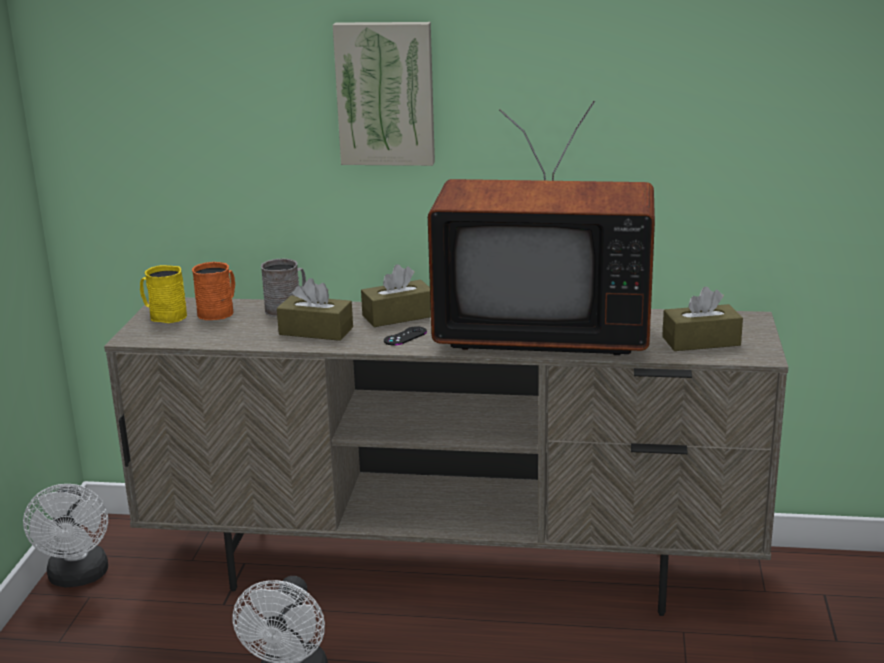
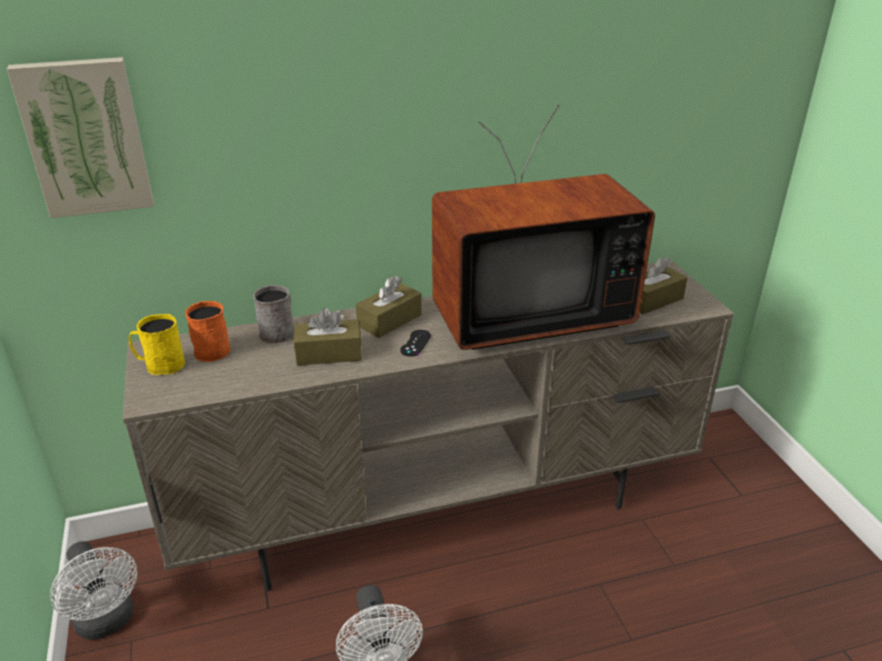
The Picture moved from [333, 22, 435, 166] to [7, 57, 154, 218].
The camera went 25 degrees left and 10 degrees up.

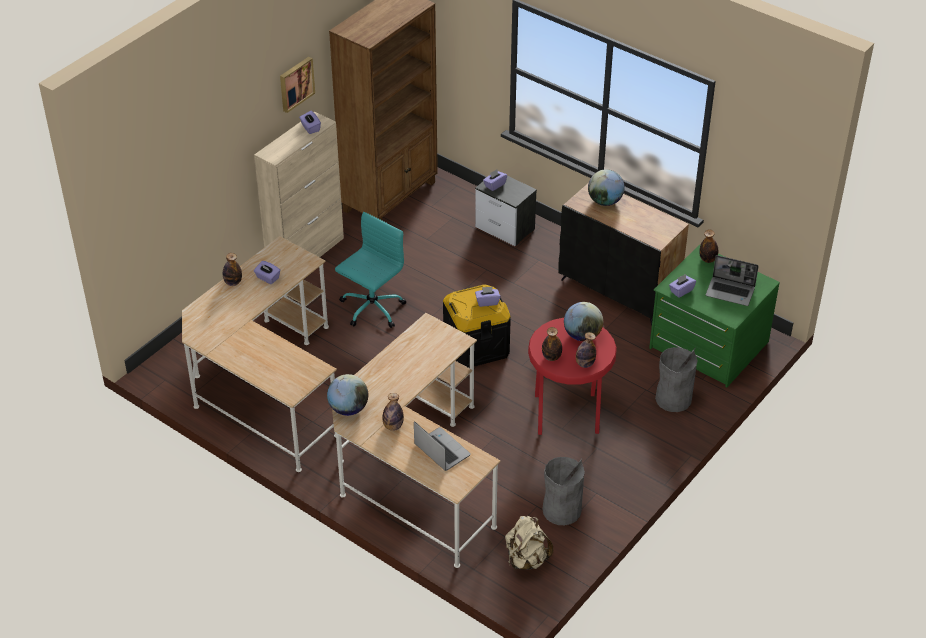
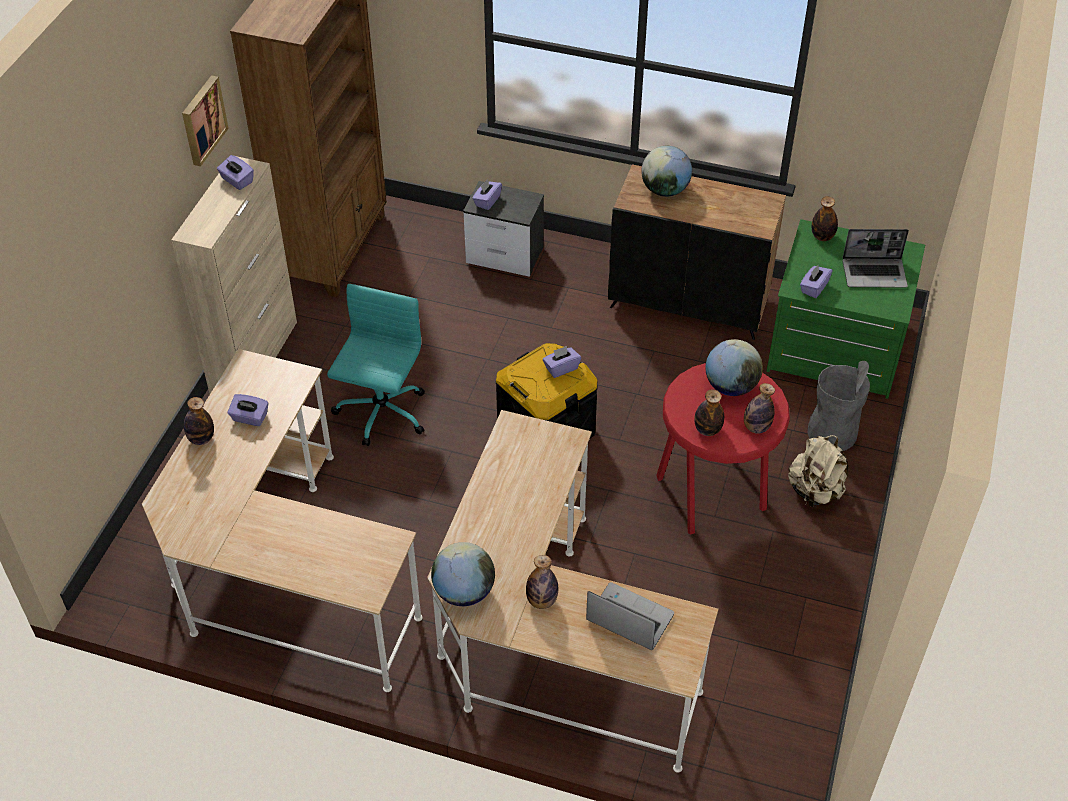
The GreyTrashCan at [542, 457, 585, 525] disappeared.
The BeigeBackpack moved from [505, 516, 553, 570] to [788, 435, 849, 507].
The camera went 20 degrees left and 5 degrees up.

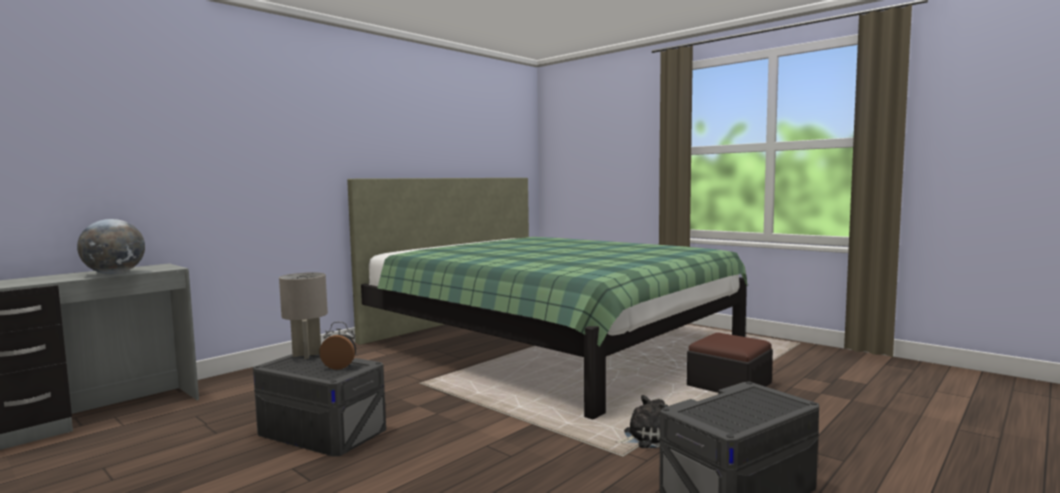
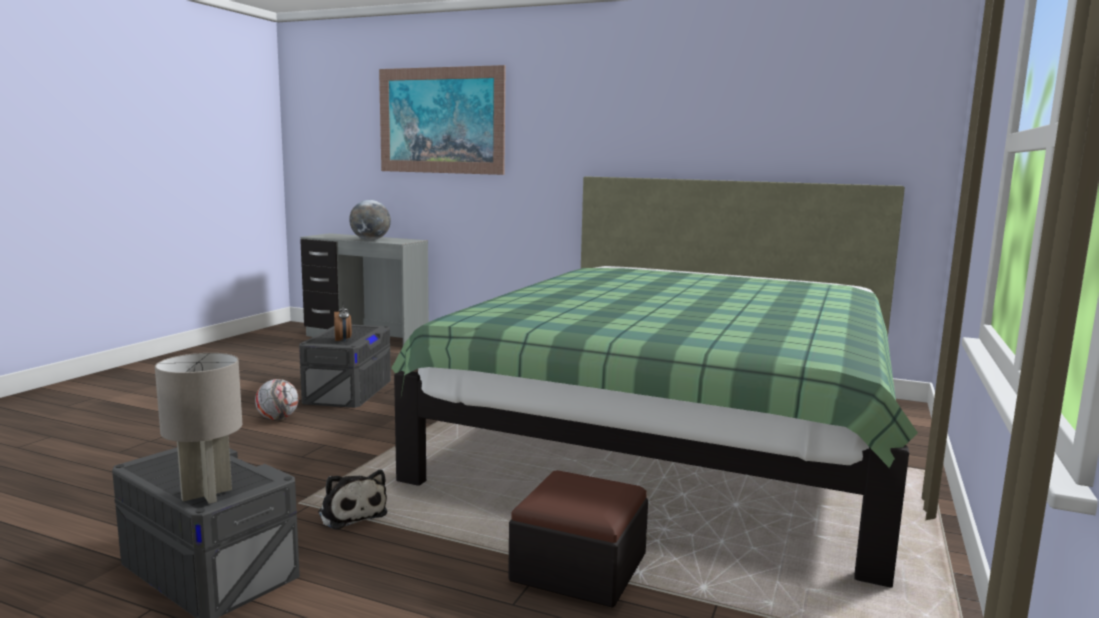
The GreyTableLamp moved from [279, 272, 328, 359] to [155, 353, 242, 504].
The Picture at [379, 65, 506, 175] appeared.
The Football at [255, 379, 299, 420] appeared.
The camera went 70 degrees right and 5 degrees up.

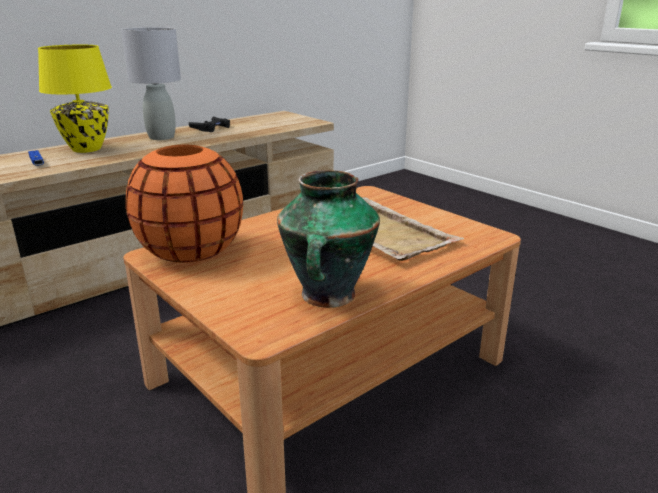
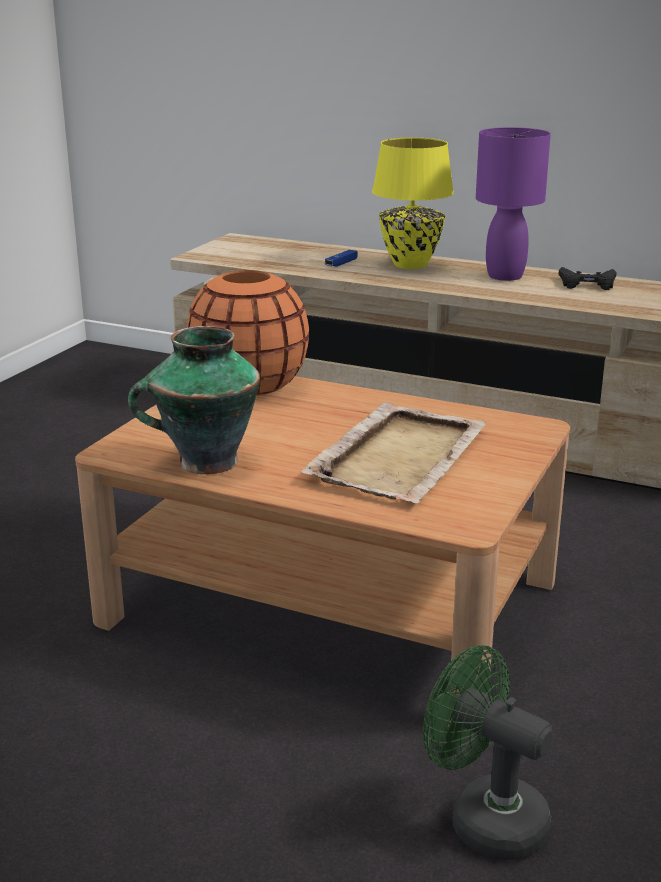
The GreyTableLamp at [121, 27, 181, 140] became the PurpleTableLamp at [476, 127, 551, 281].
The GreenFan at [423, 645, 553, 860] appeared.
The camera went 65 degrees right and 0 degrees up.

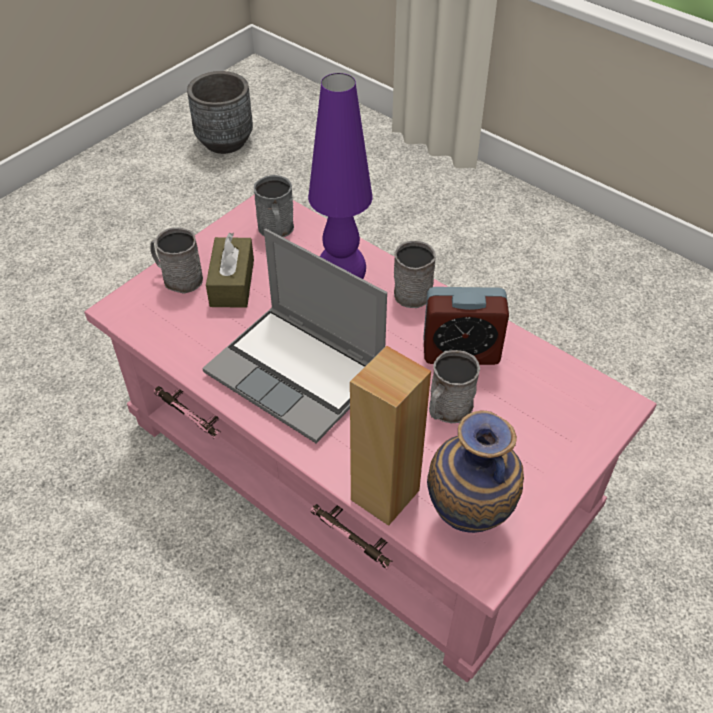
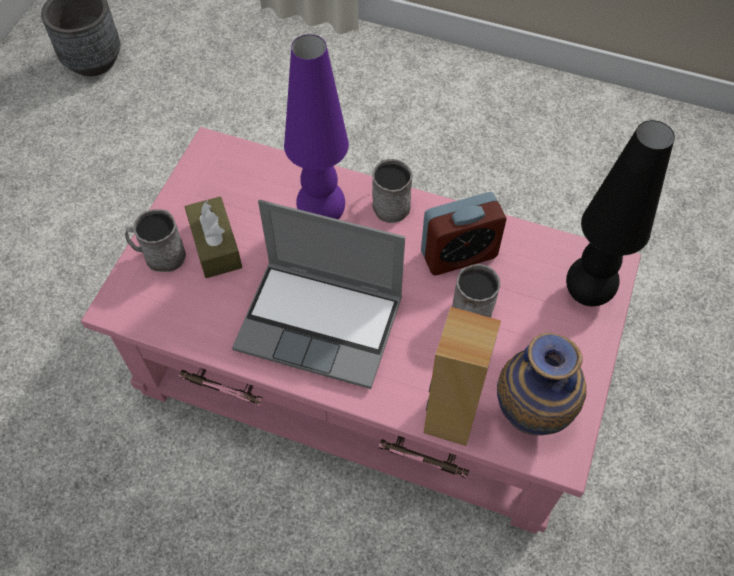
The GreyMug at [254, 175, 294, 237] disappeared.
The BlackTableLamp at [566, 120, 675, 306] appeared.
The camera went 20 degrees left and 10 degrees up.

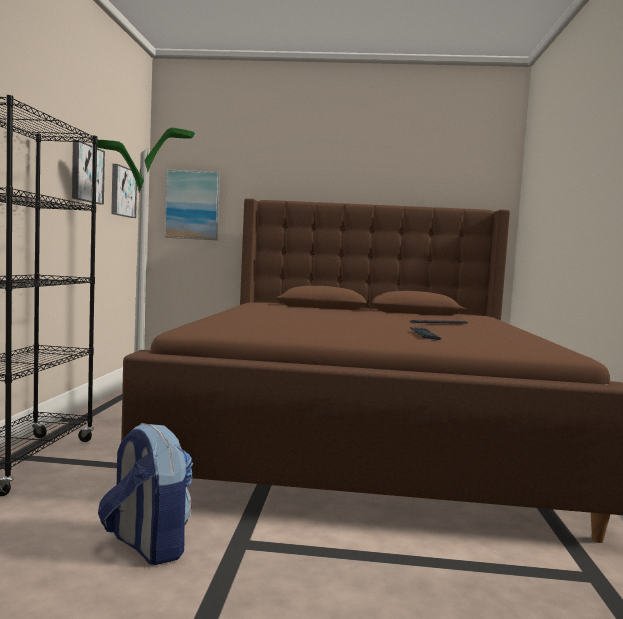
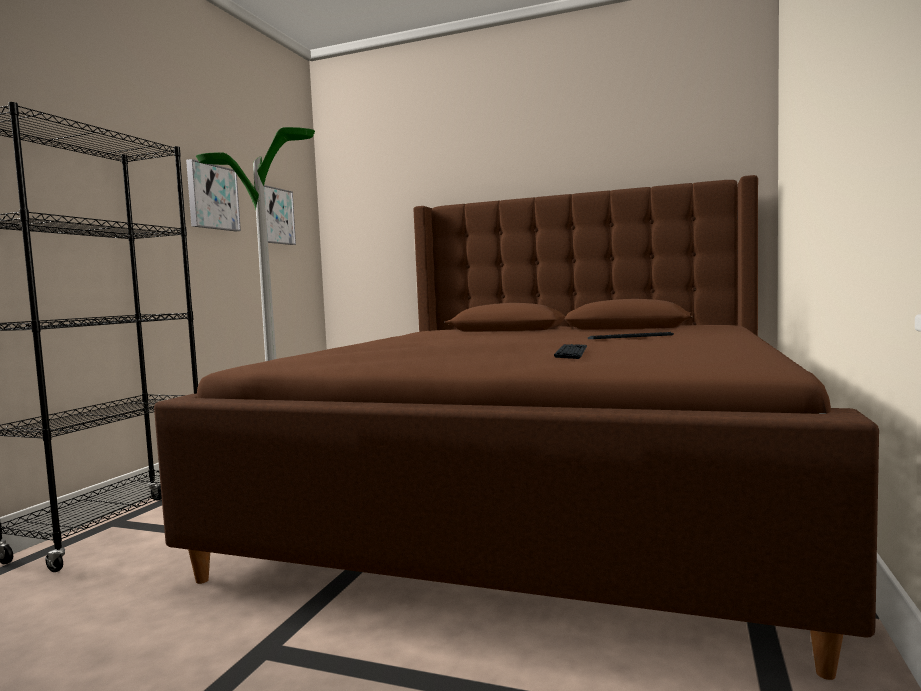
The Picture at [164, 169, 221, 240] disappeared.
The Backpack at [98, 423, 193, 565] disappeared.
The camera went 15 degrees right and 0 degrees up.

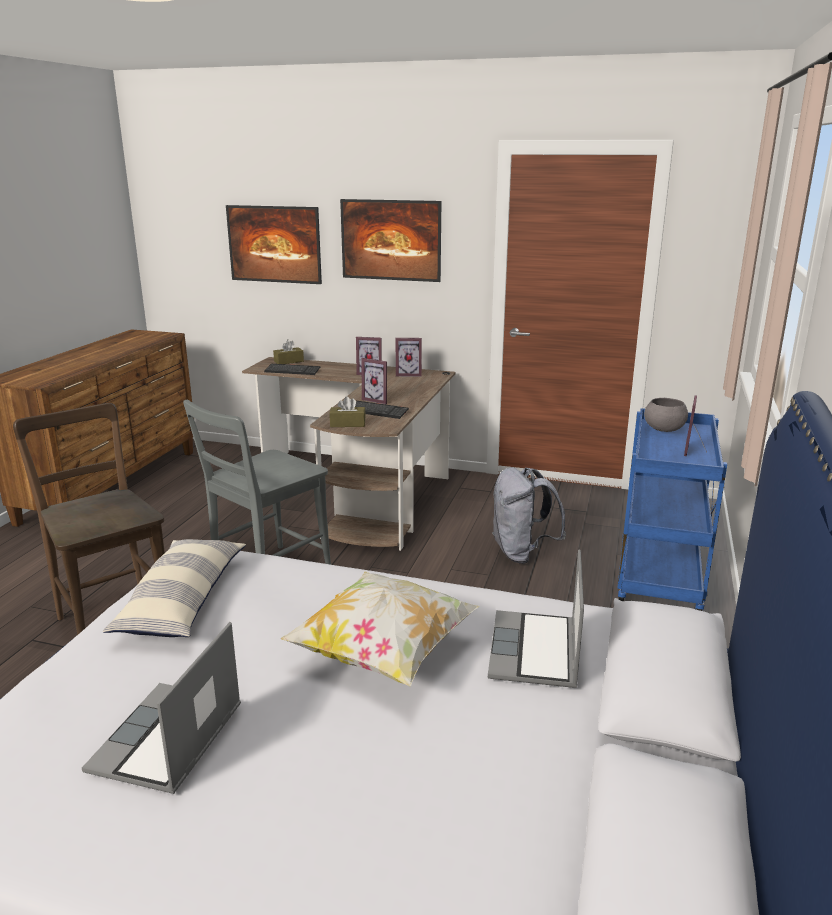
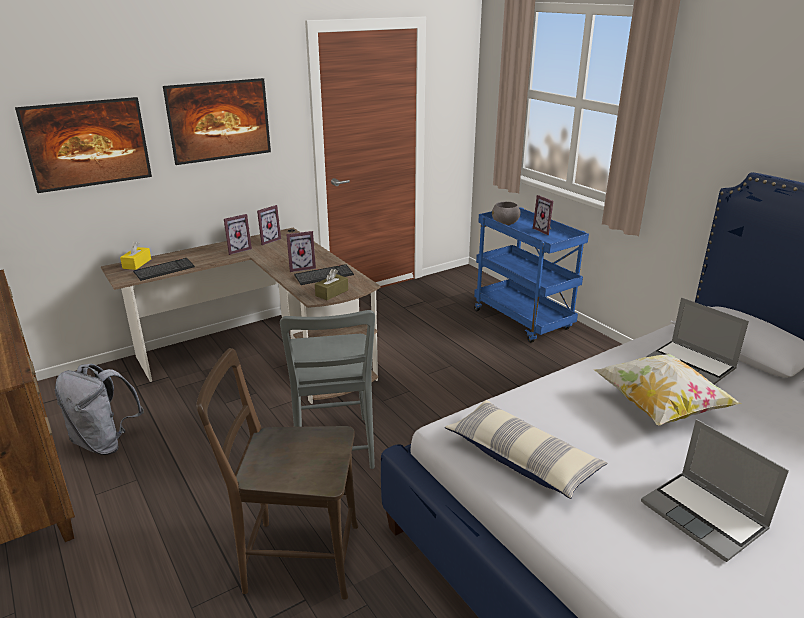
The BrownTissueBox at [273, 339, 304, 364] became the YellowTissueBox at [120, 241, 151, 270].
The GreyBackpack moved from [492, 467, 566, 564] to [55, 364, 144, 455].
The camera went 50 degrees left and 5 degrees up.

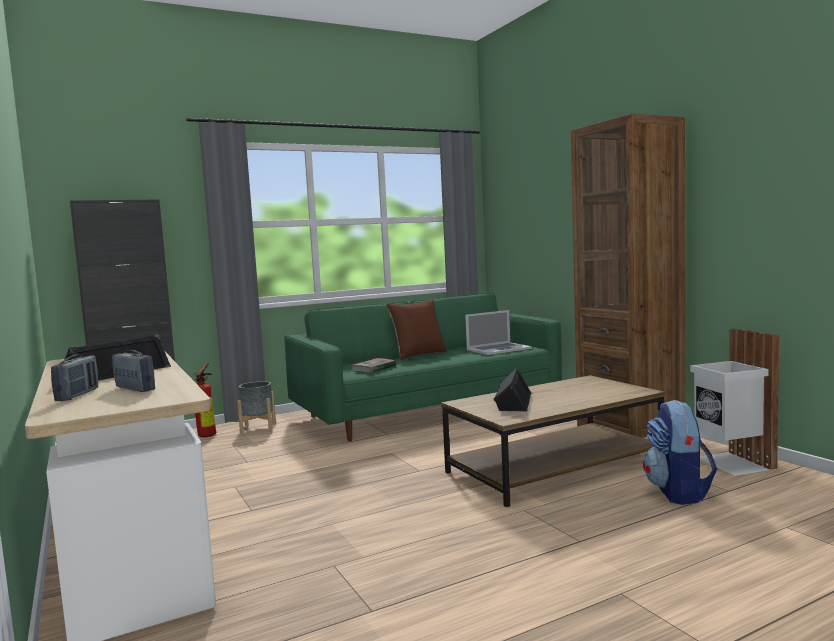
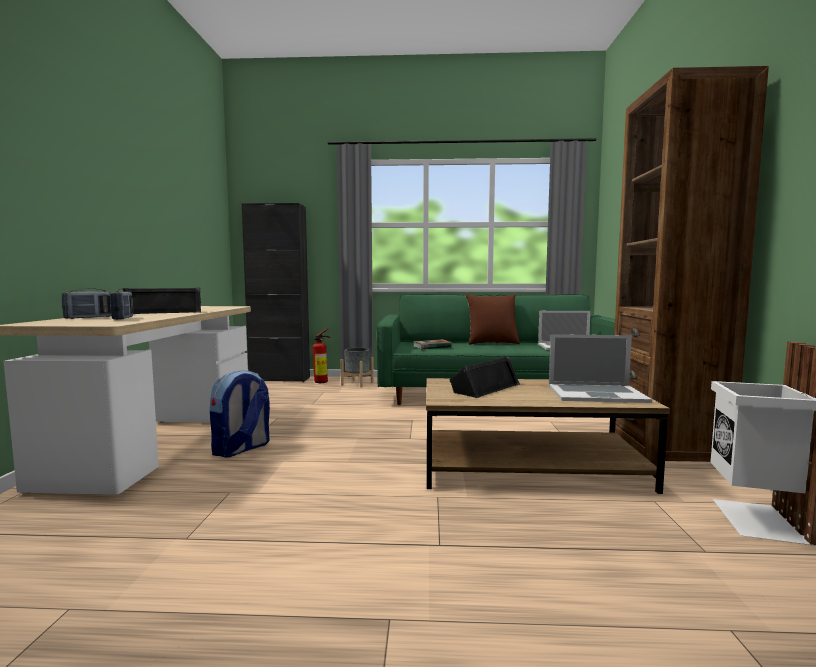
The Backpack moved from [643, 400, 717, 505] to [210, 371, 270, 458].
The Laptop at [549, 334, 652, 403] appeared.
The camera went 30 degrees right and 0 degrees up.

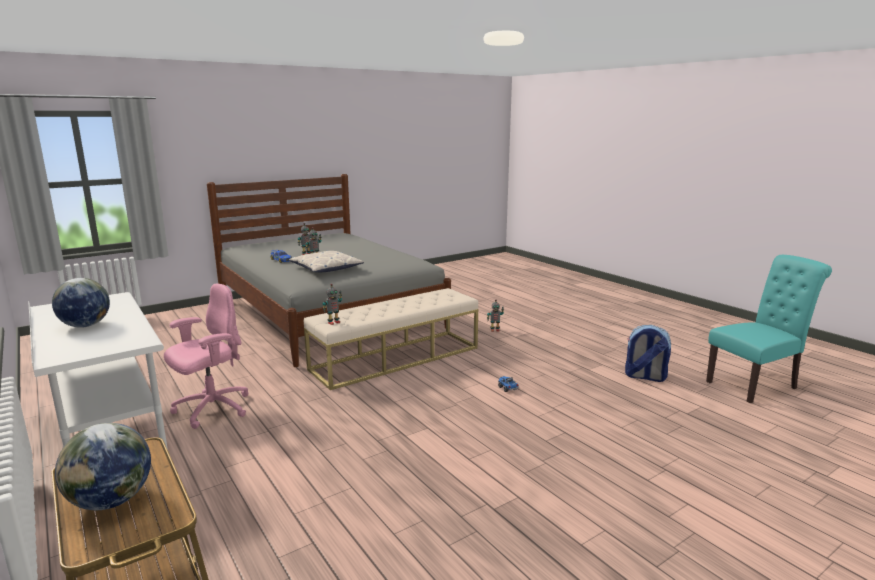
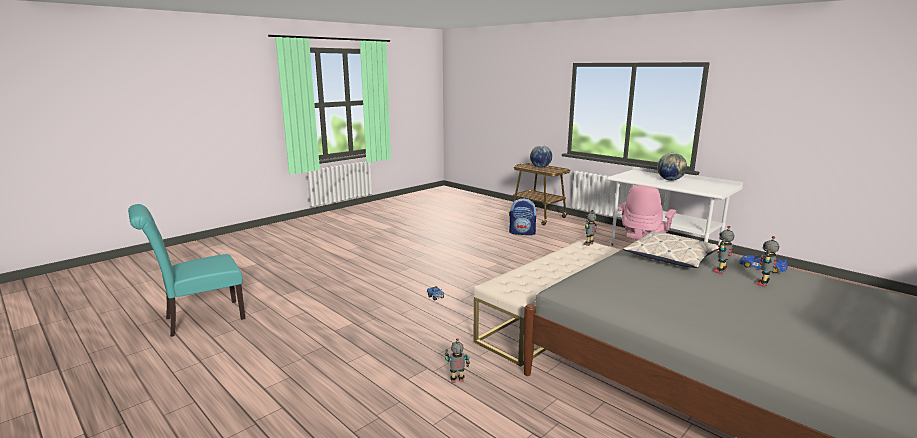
The Backpack moved from [625, 325, 671, 382] to [509, 199, 537, 236].
The camera went 170 degrees right and 0 degrees up.

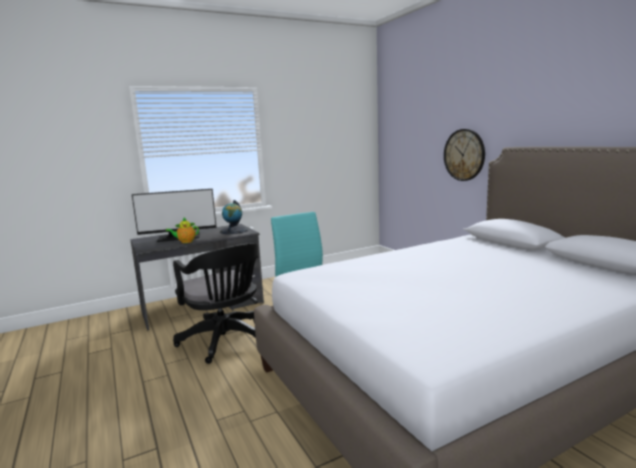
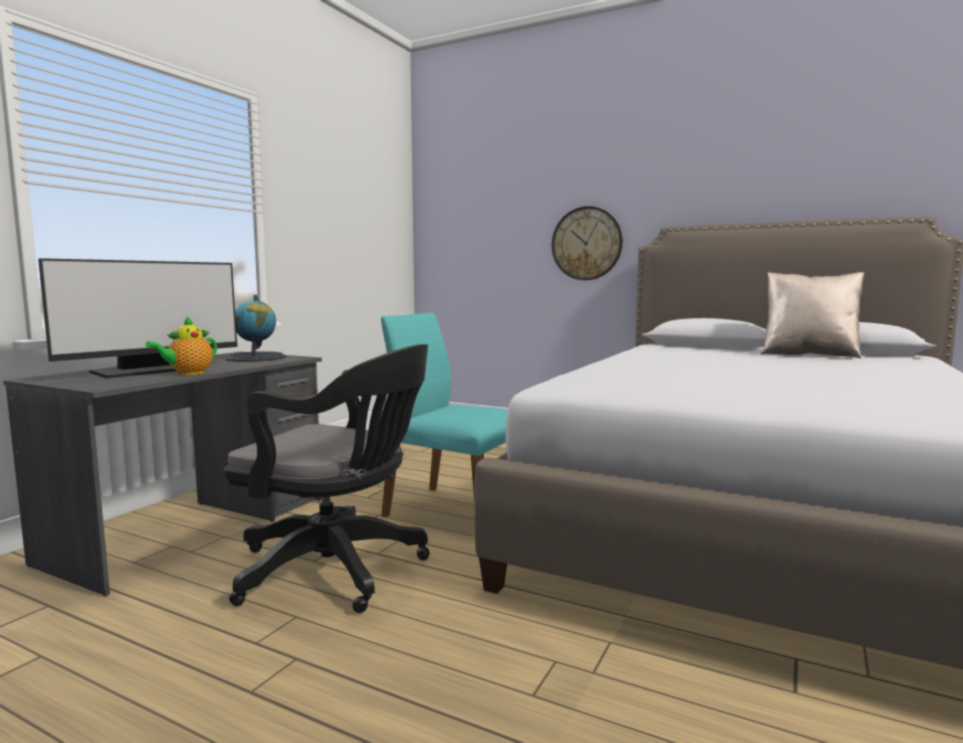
The BeigePillow at [760, 272, 865, 358] appeared.
The camera went 35 degrees left and 5 degrees down.

